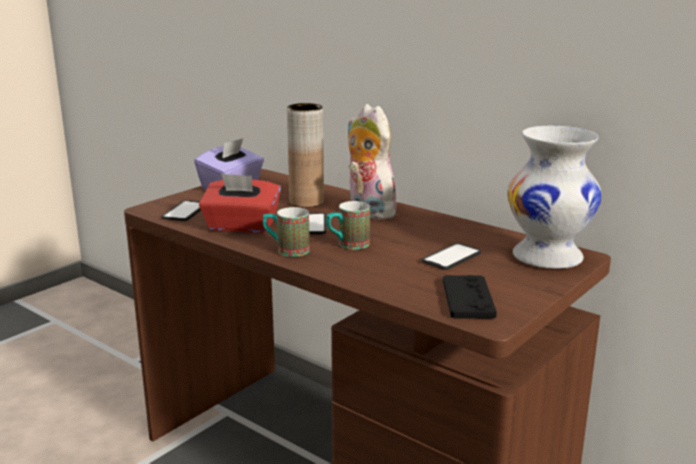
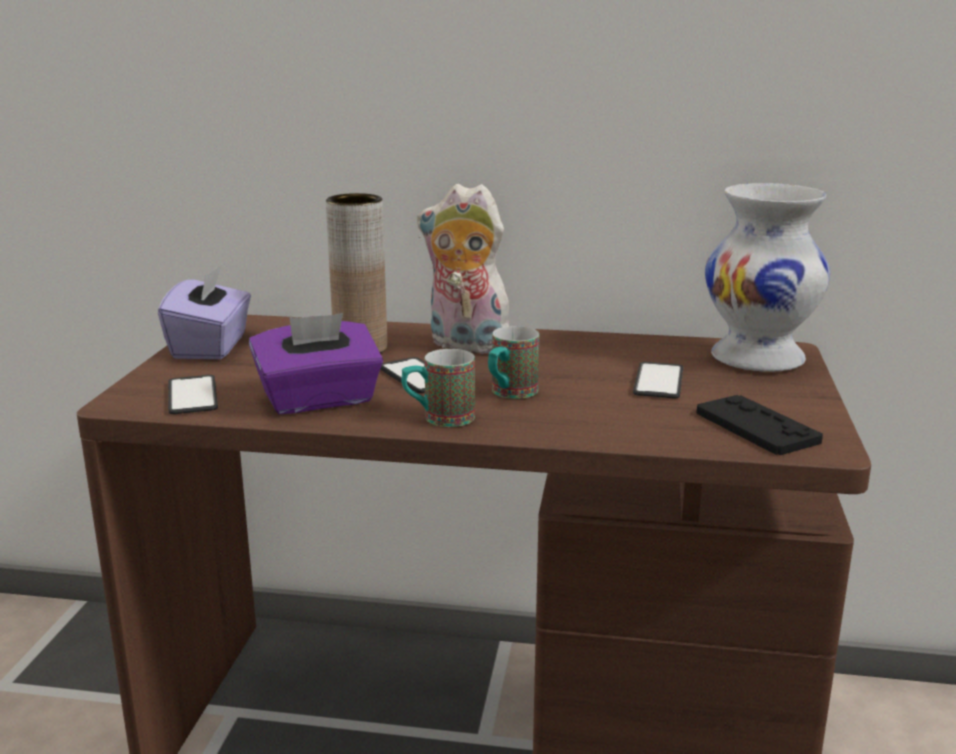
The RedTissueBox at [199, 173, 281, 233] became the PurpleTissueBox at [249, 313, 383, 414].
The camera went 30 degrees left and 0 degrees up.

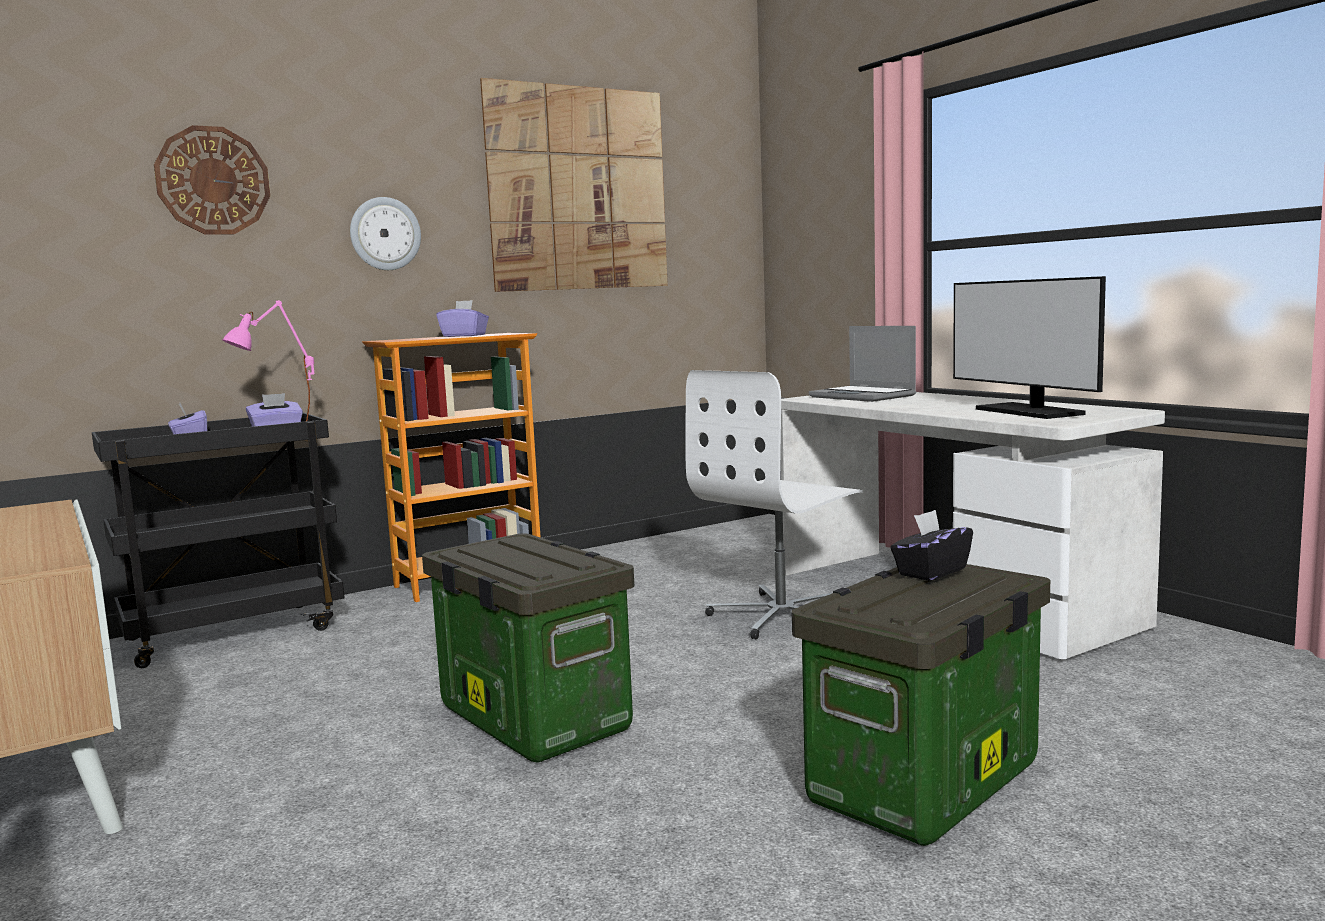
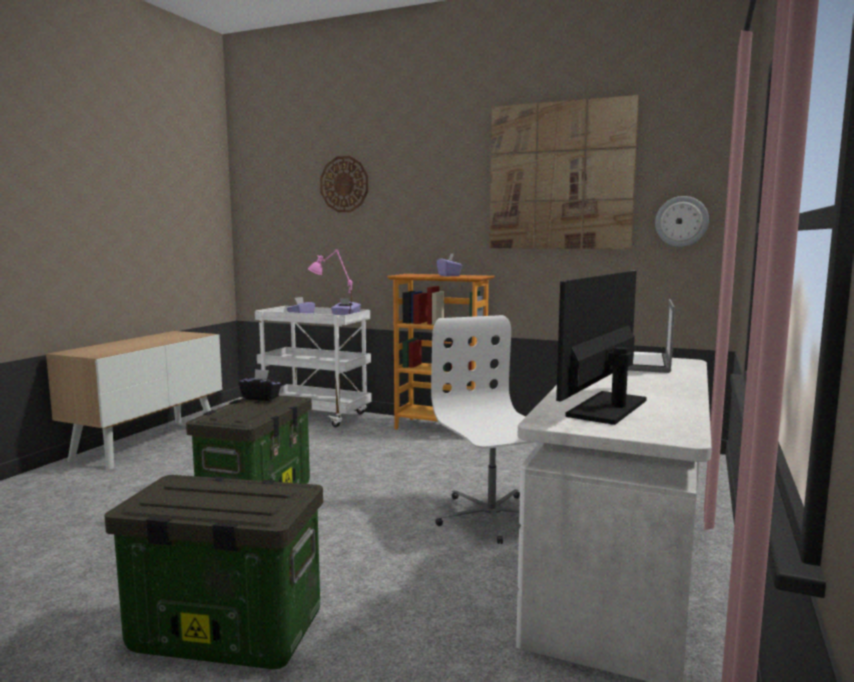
The WallClock moved from [350, 197, 421, 270] to [655, 196, 709, 247].
The WhiteOfficeChair at [686, 370, 863, 639] turned 60 degrees clockwise.
The BlackCart at [92, 412, 345, 668] became the WhiteCart at [255, 306, 372, 427].
The BlackTissueBox moved from [890, 510, 973, 581] to [239, 369, 282, 401].
The camera went 55 degrees right and 0 degrees up.

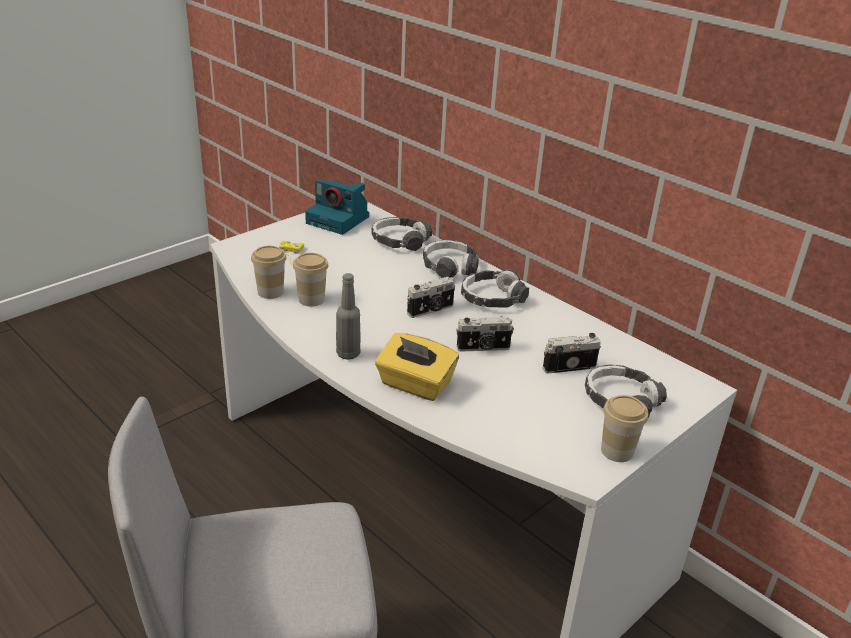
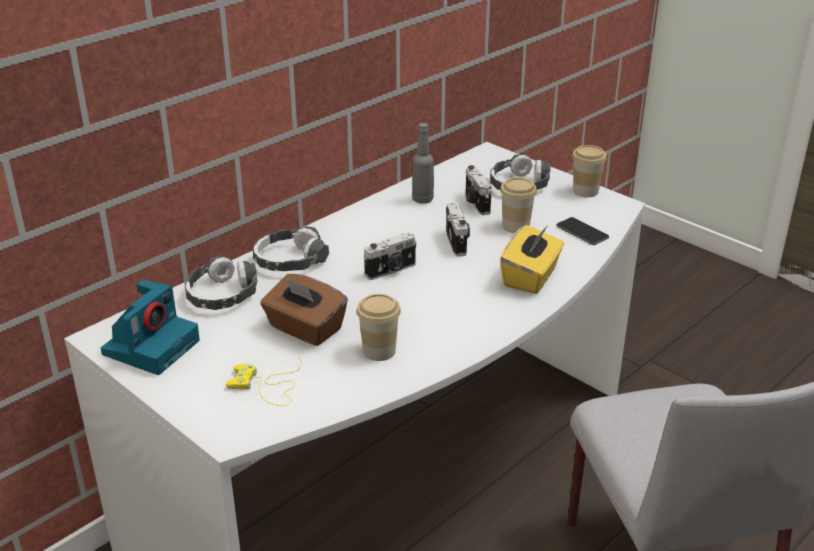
The Cup moved from [251, 246, 286, 299] to [500, 178, 537, 233].
The Headphones at [461, 269, 529, 308] disappeared.
The GreyBottle moved from [336, 273, 360, 360] to [412, 123, 434, 204].
The PhotoCamera at [407, 277, 455, 318] turned 90 degrees clockwise.
The Phone at [556, 217, 609, 245] appeared.
The BrownTissueBox at [260, 274, 348, 346] appeared.
The camera went 90 degrees left and 0 degrees up.

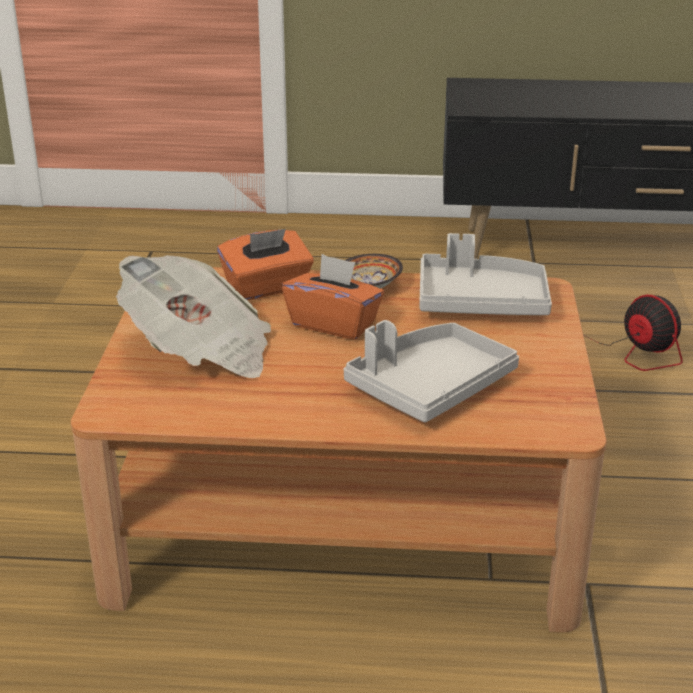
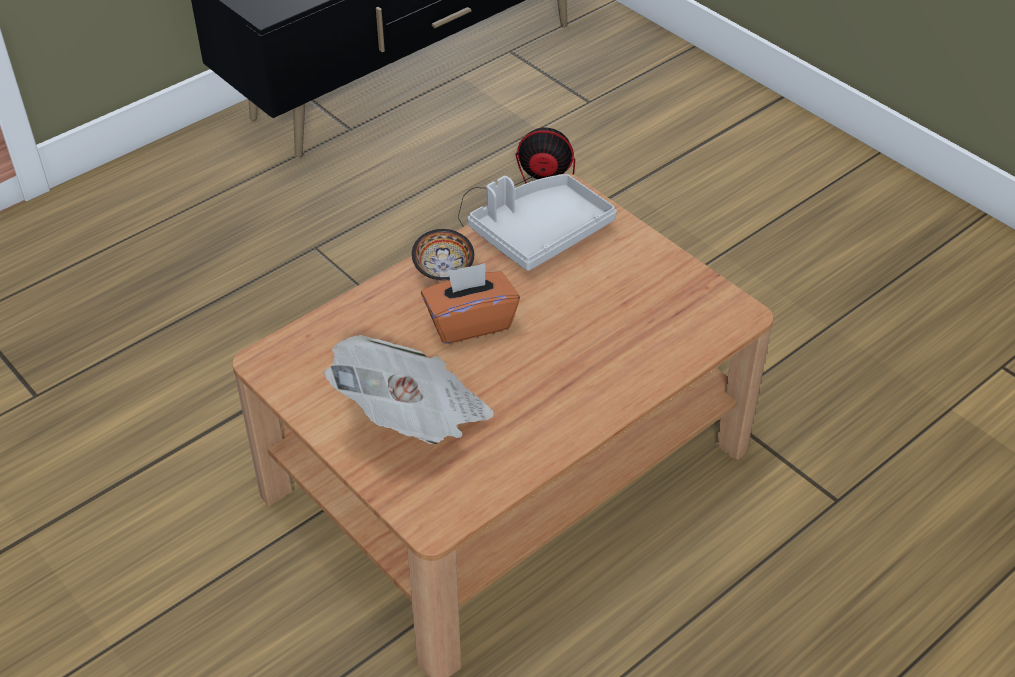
The OrangeTissueBox at [217, 229, 314, 300] disappeared.
The GreyTray at [344, 320, 519, 422] disappeared.
The camera went 45 degrees left and 15 degrees up.

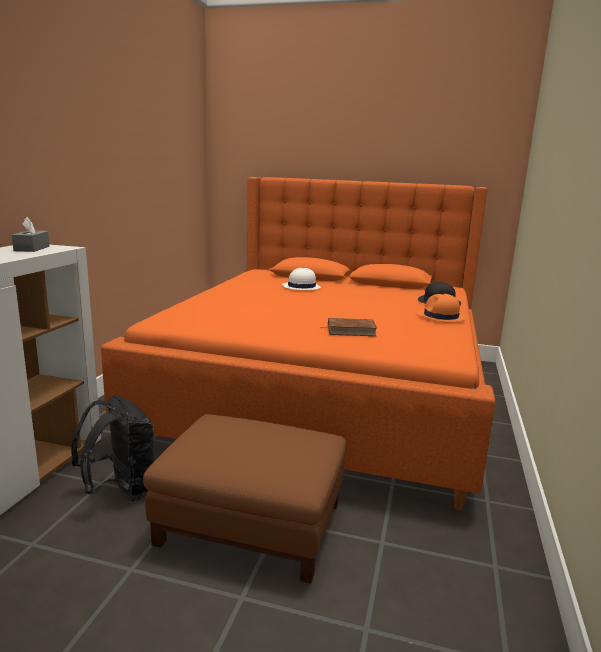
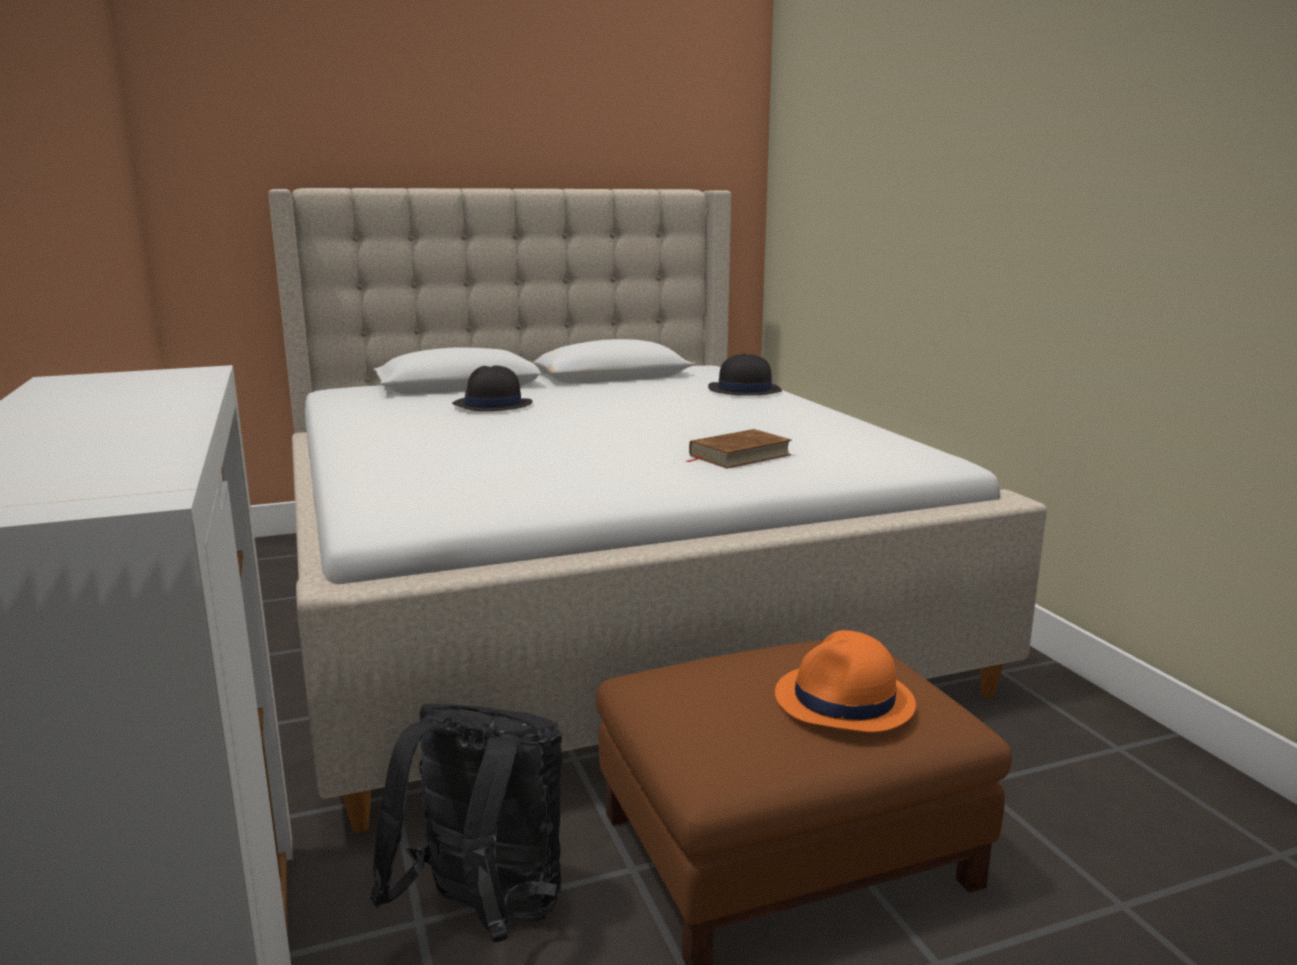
The OrangeBed at [101, 177, 495, 510] became the BeigeBed at [268, 188, 1047, 833].
The GreyTissueBox at [12, 217, 50, 252] disappeared.
The WhiteHat at [282, 267, 321, 290] became the BlackHat at [452, 365, 532, 411].
The OrangeHat moved from [417, 294, 466, 322] to [775, 630, 916, 732].
The camera went 35 degrees left and 0 degrees up.

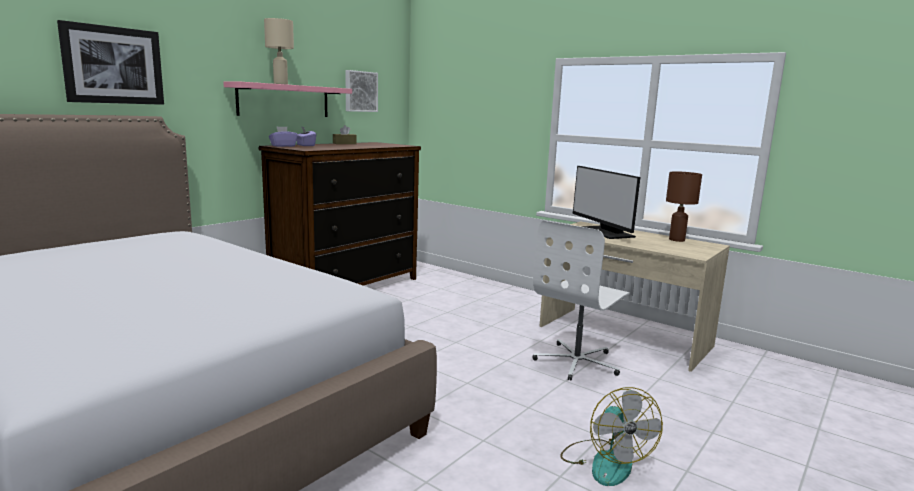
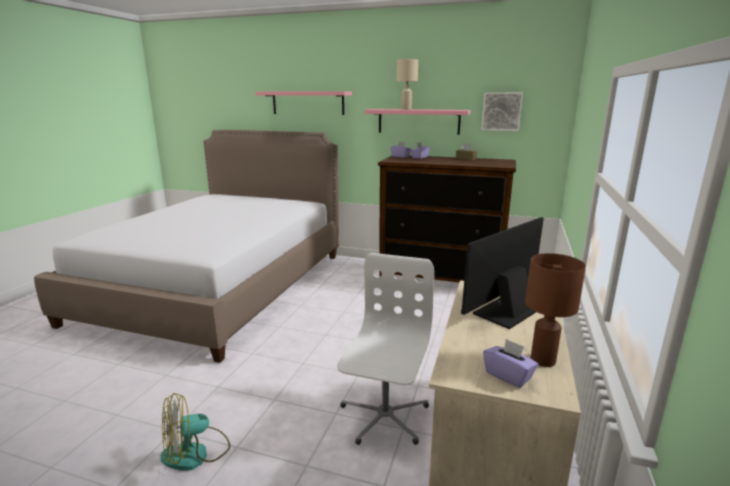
The Picture at [57, 20, 164, 105] was replaced by the PinkShelf at [255, 91, 352, 115].
The WhiteOfficeChair at [532, 221, 630, 380] turned 90 degrees clockwise.
The PurpleTissueBox at [483, 339, 538, 388] appeared.
The camera went 70 degrees right and 5 degrees up.

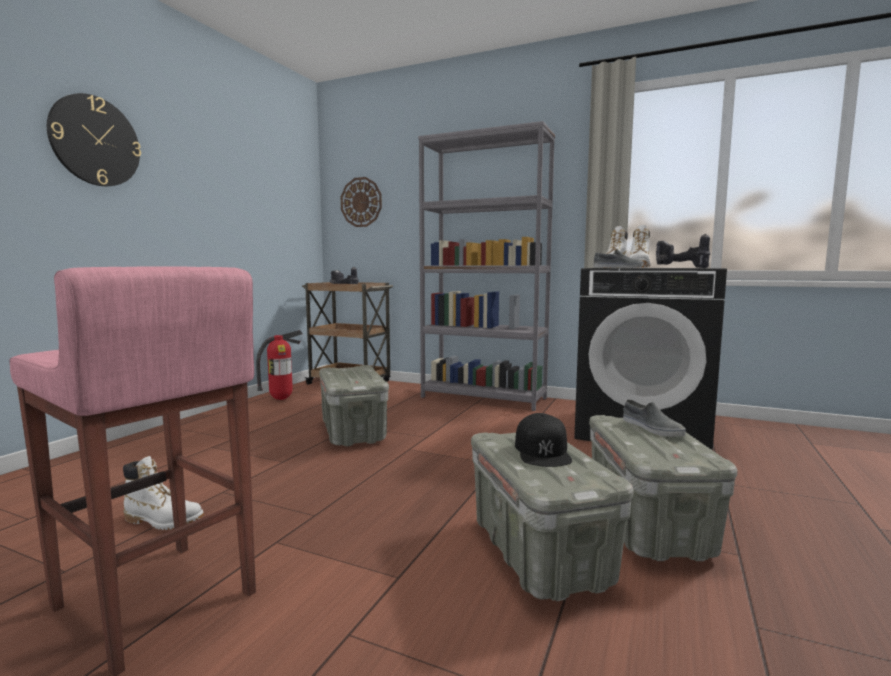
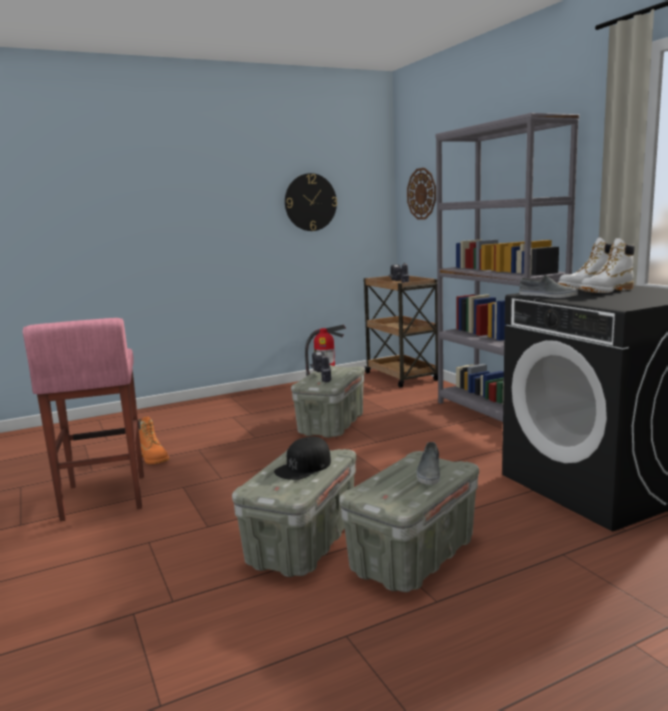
The WallClock moved from [47, 93, 141, 186] to [285, 173, 337, 231].
The PowerDrill moved from [656, 234, 711, 268] to [310, 351, 331, 382].
The WhiteBoot at [123, 456, 204, 530] became the OrangeBoot at [138, 416, 169, 464].
The camera went 40 degrees right and 5 degrees up.

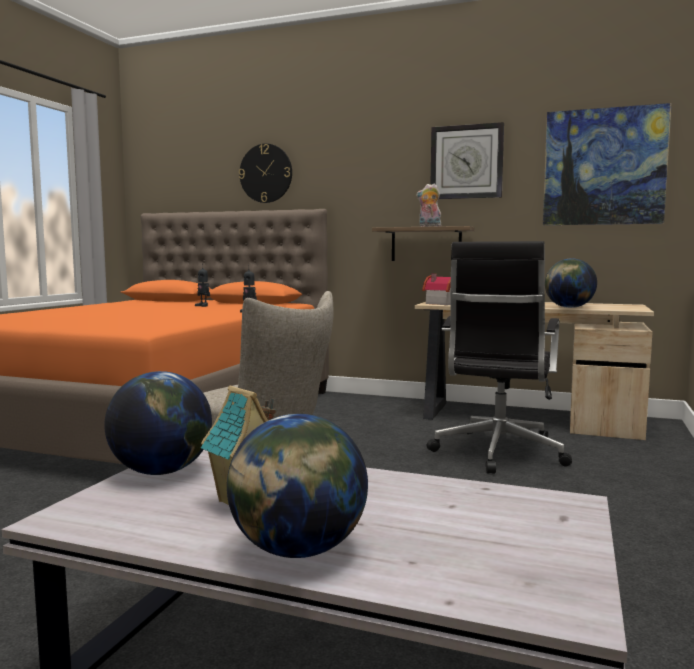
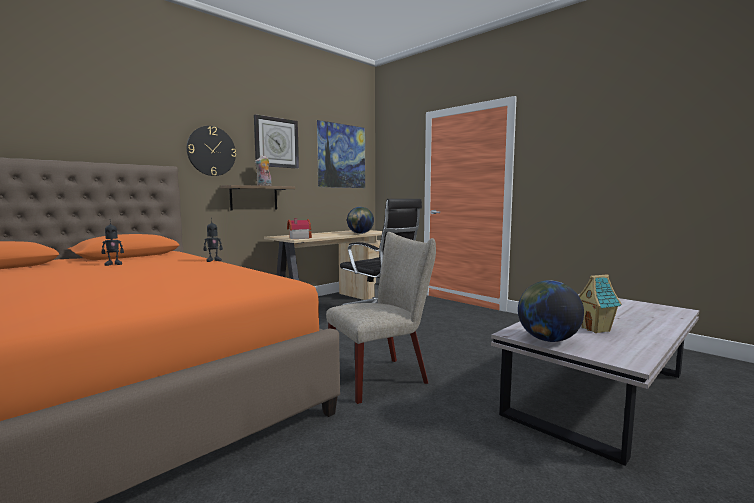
The WallClock moved from [239, 144, 292, 203] to [187, 126, 236, 176].
The Globe at [227, 414, 368, 558] disappeared.
The camera went 65 degrees left and 0 degrees up.

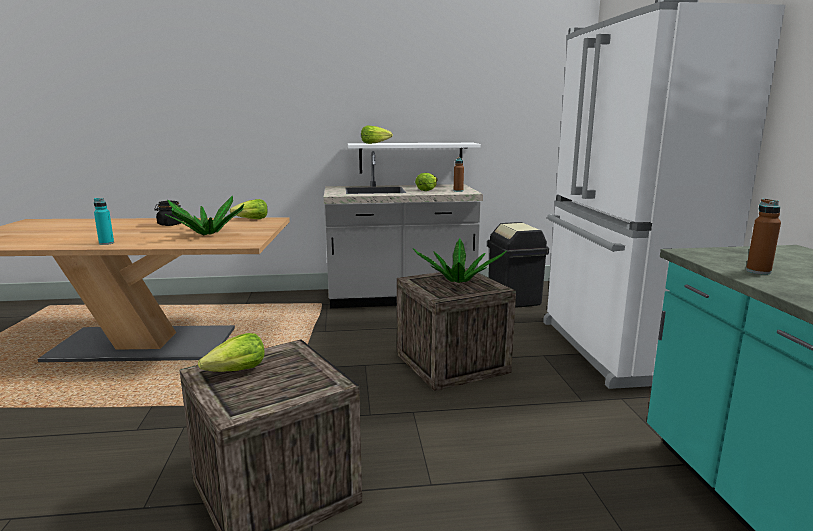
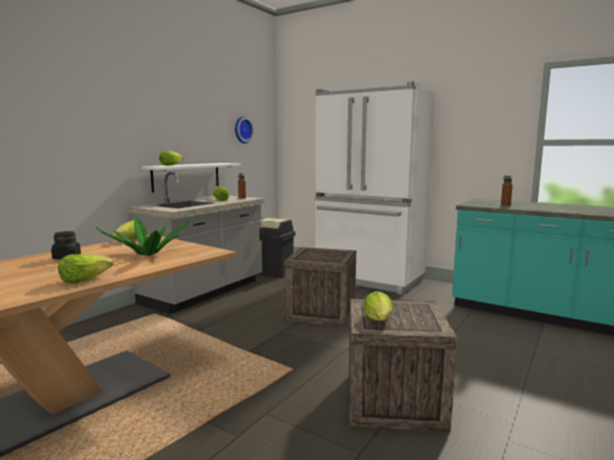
The TurquoiseBottle at [94, 198, 114, 245] was replaced by the Lettuce at [58, 254, 113, 284].
The PottedPlant at [412, 239, 507, 283] disappeared.
The WallClock at [235, 116, 254, 144] appeared.
The camera went 50 degrees left and 5 degrees down.

